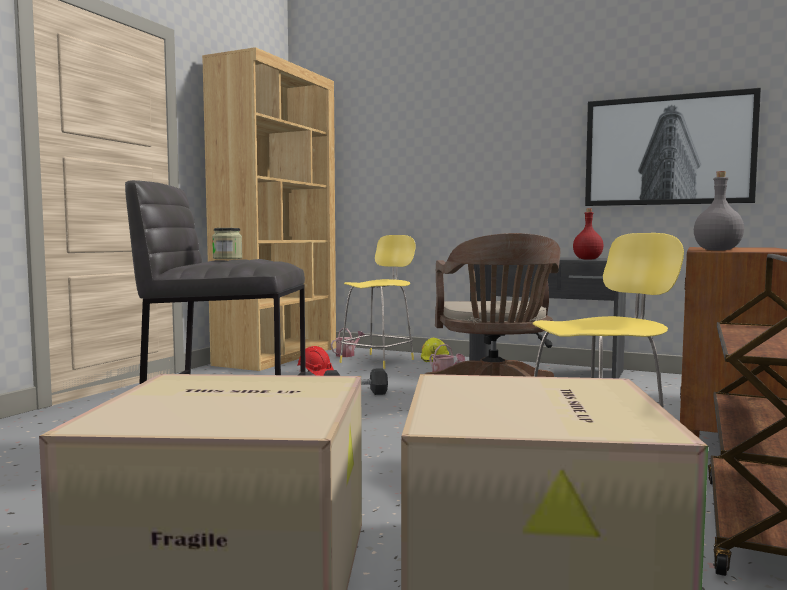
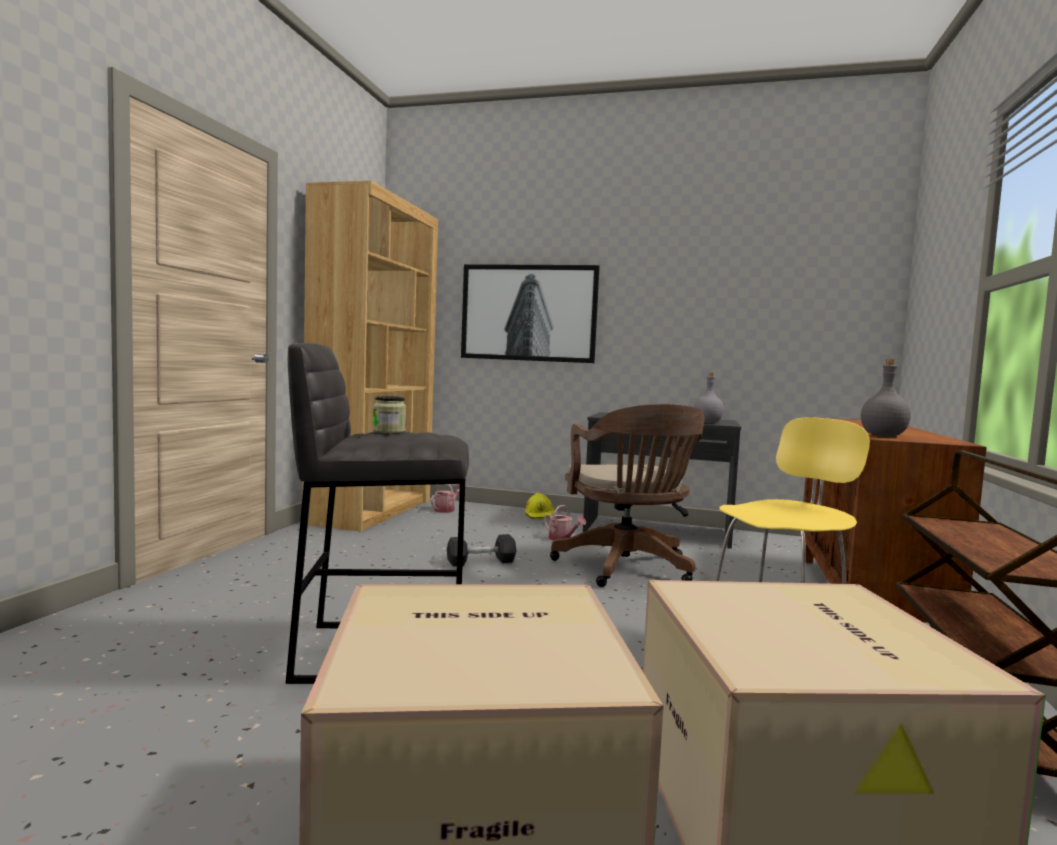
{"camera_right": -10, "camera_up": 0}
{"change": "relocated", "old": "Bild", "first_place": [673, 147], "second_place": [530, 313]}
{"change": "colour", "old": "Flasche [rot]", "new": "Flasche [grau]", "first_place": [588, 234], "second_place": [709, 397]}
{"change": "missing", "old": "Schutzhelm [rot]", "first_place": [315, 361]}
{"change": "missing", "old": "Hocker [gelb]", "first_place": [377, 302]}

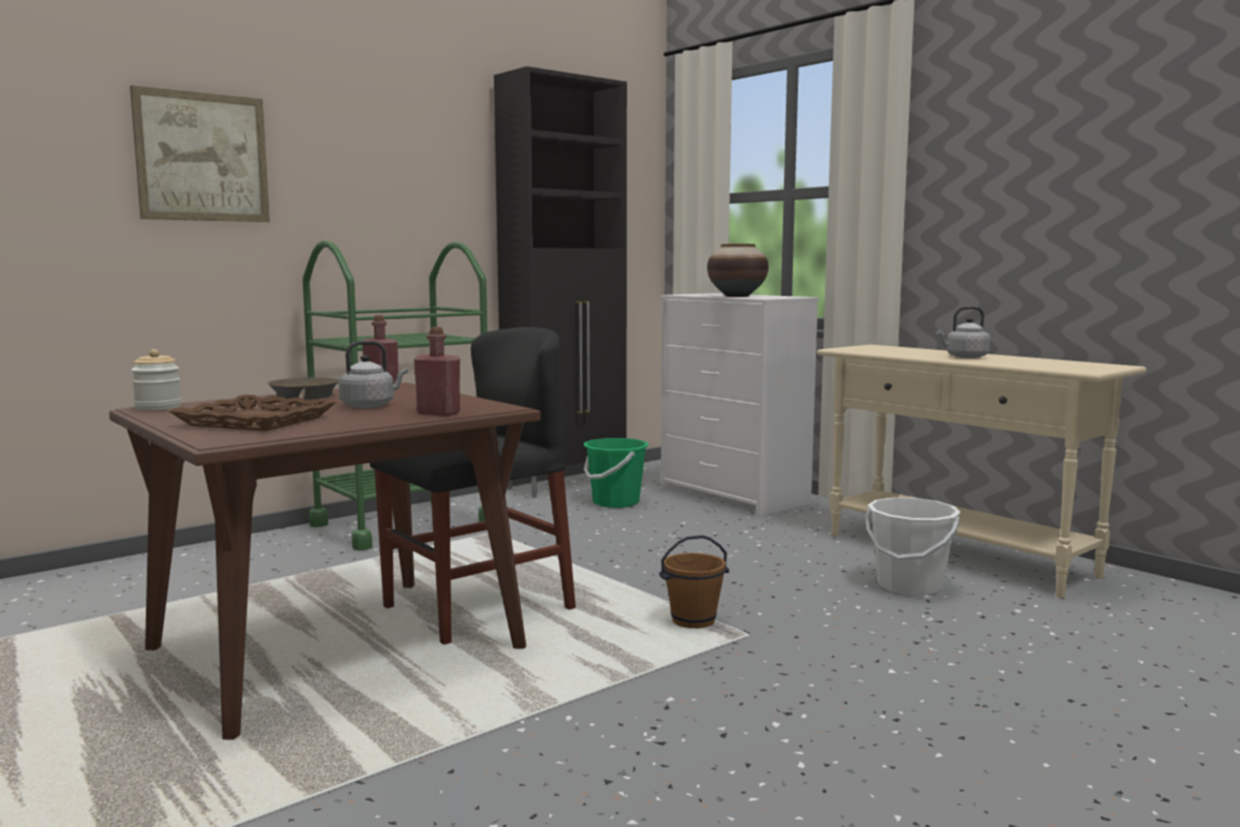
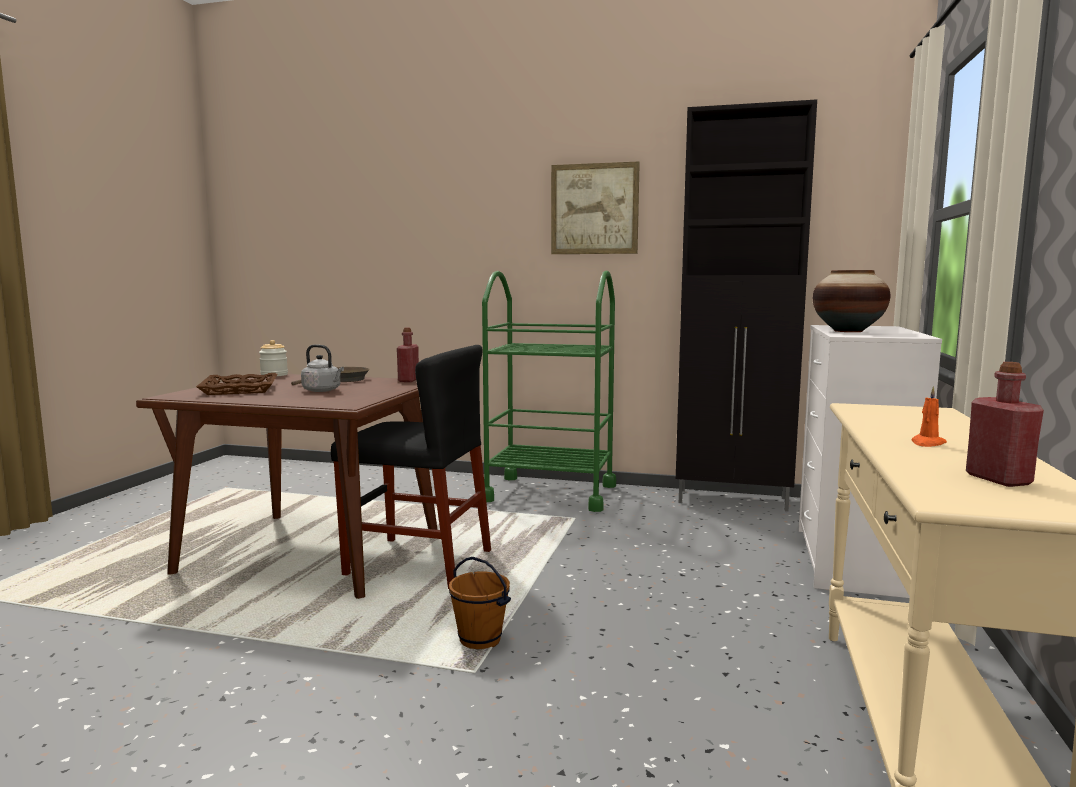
{"camera_right": 55, "camera_up": 0}
{"change": "relocated", "old": "Bild", "first_place": [200, 153], "second_place": [595, 207]}
{"change": "exchanged", "old": "Wasserkessel [grau]", "new": "Kerze [orange]", "first_place": [963, 332], "second_place": [929, 416]}
{"change": "relocated", "old": "Flasche [rot]", "first_place": [437, 371], "second_place": [1005, 424]}
{"change": "missing", "old": "Eimer [grün]", "first_place": [616, 473]}
{"change": "missing", "old": "Eimer [weiß]", "first_place": [913, 546]}

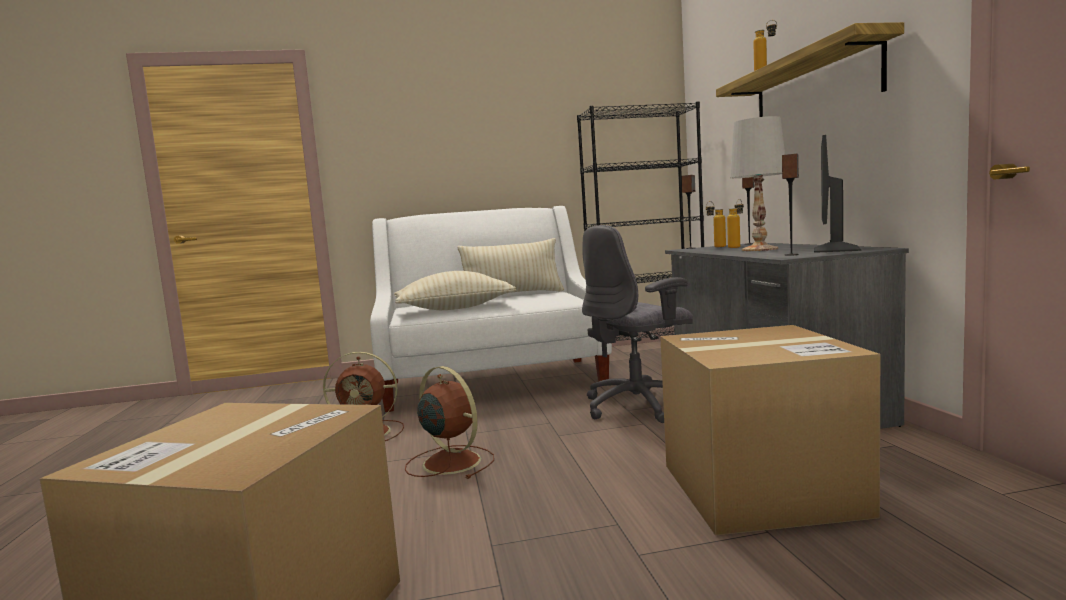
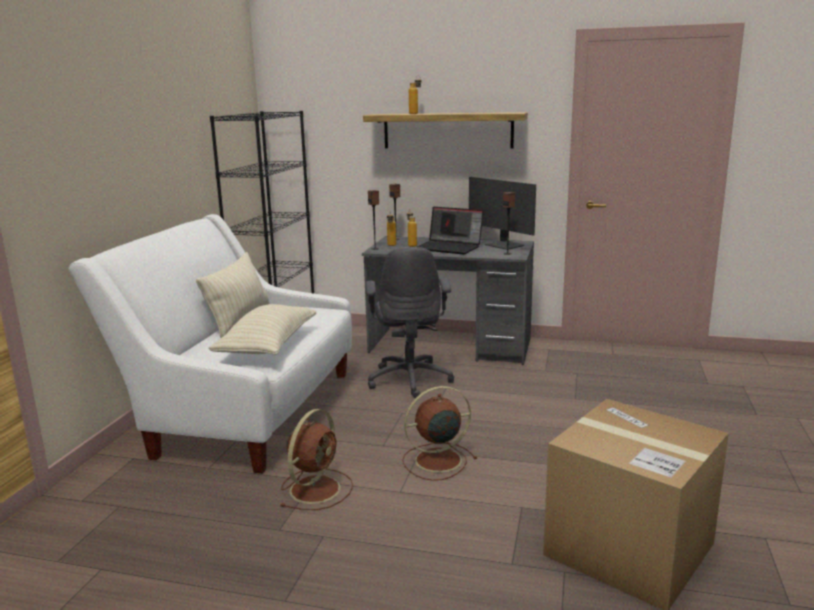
{"camera_right": -65, "camera_up": 10}
{"change": "exchanged", "old": "Tischlampe [weiß]", "new": "Laptop", "first_place": [757, 183], "second_place": [449, 230]}
{"change": "missing", "old": "Karton", "first_place": [770, 430]}

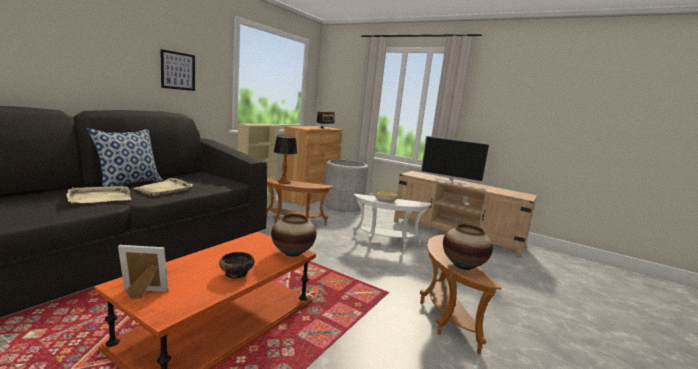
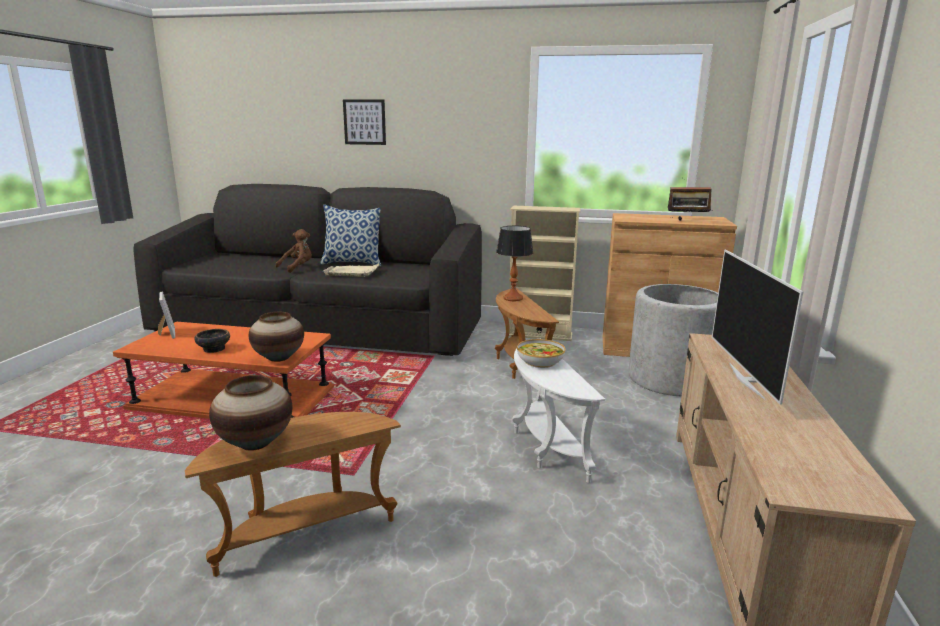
{"camera_right": 70, "camera_up": 5}
{"change": "exchanged", "old": "Tablett [beige]", "new": "Plüschtier [braun]", "first_place": [98, 194], "second_place": [294, 251]}
{"change": "relocated", "old": "Bild", "first_place": [177, 70], "second_place": [364, 122]}

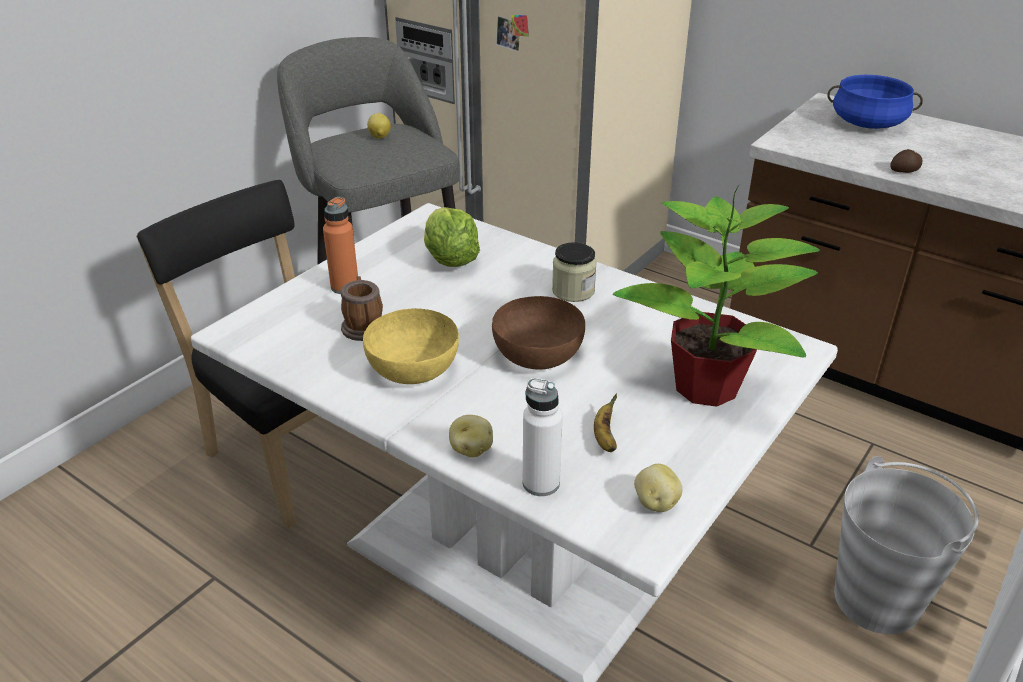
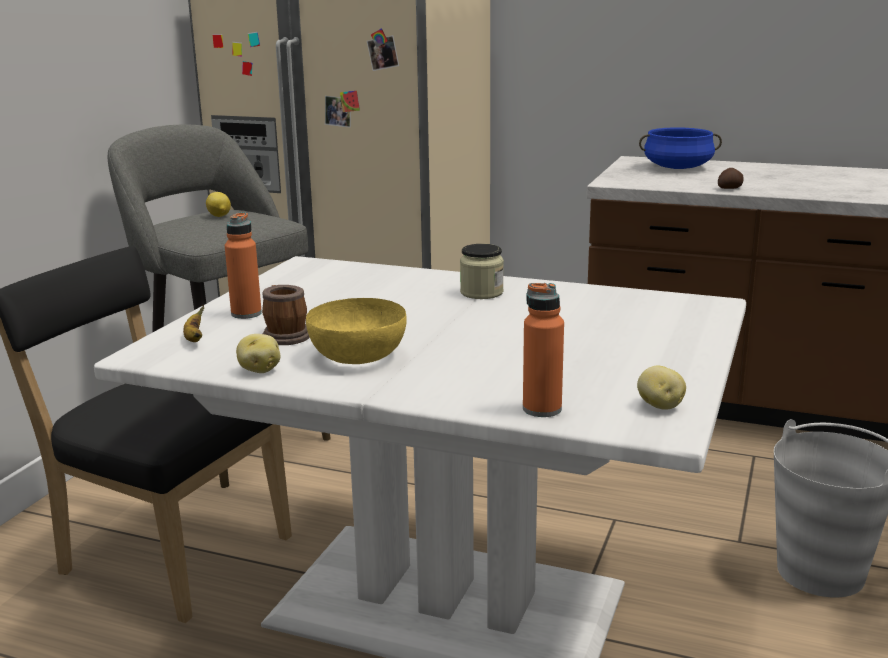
{"camera_right": -15, "camera_up": -15}
{"change": "relocated", "old": "Banane", "first_place": [605, 423], "second_place": [193, 323]}
{"change": "relocated", "old": "Kartoffel", "first_place": [471, 436], "second_place": [258, 353]}
{"change": "colour", "old": "Flasche [weiß]", "new": "Flasche [orange]", "first_place": [542, 437], "second_place": [543, 350]}
{"change": "missing", "old": "Salatkopf", "first_place": [452, 237]}
{"change": "missing", "old": "Schüssel [braun]", "first_place": [538, 333]}
{"change": "missing", "old": "Topfpflanze", "first_place": [716, 295]}

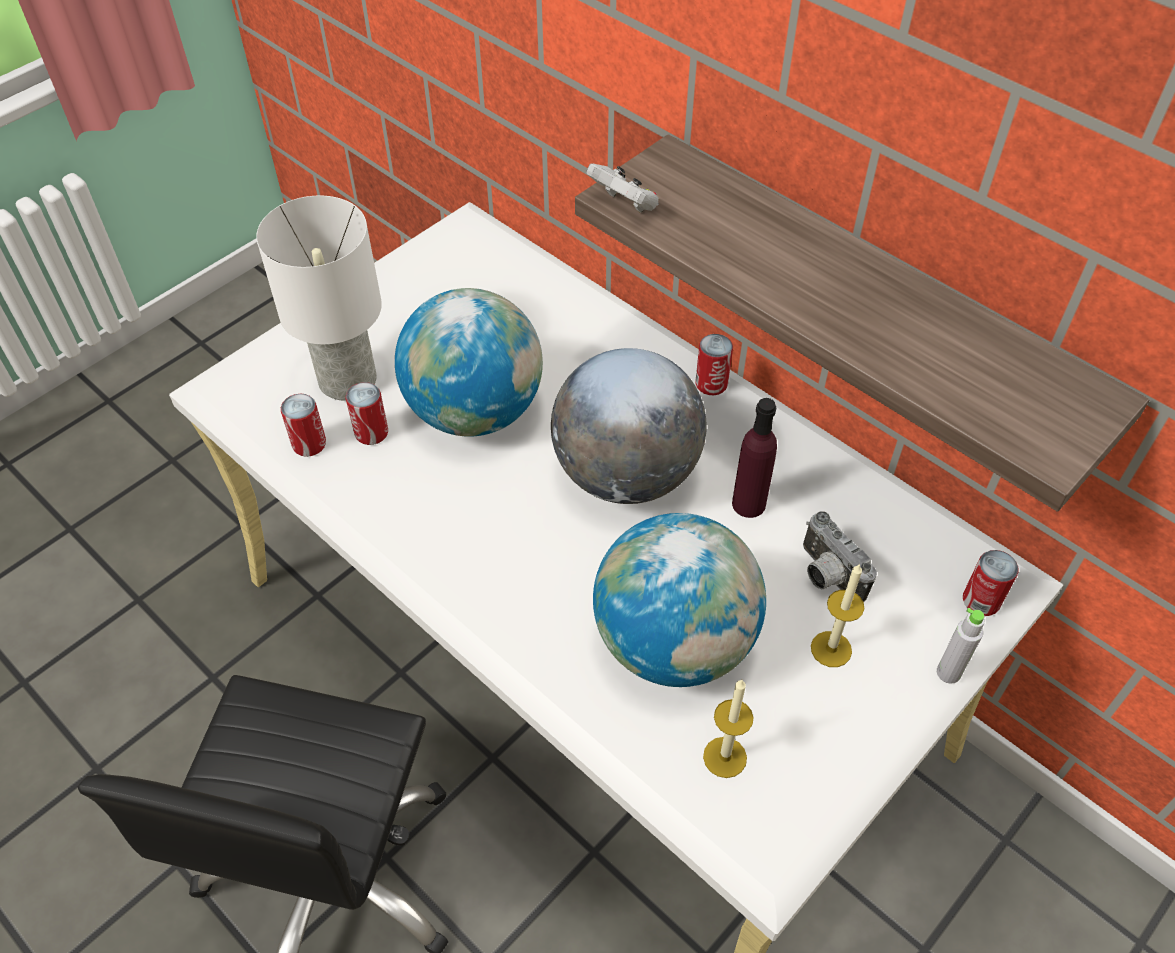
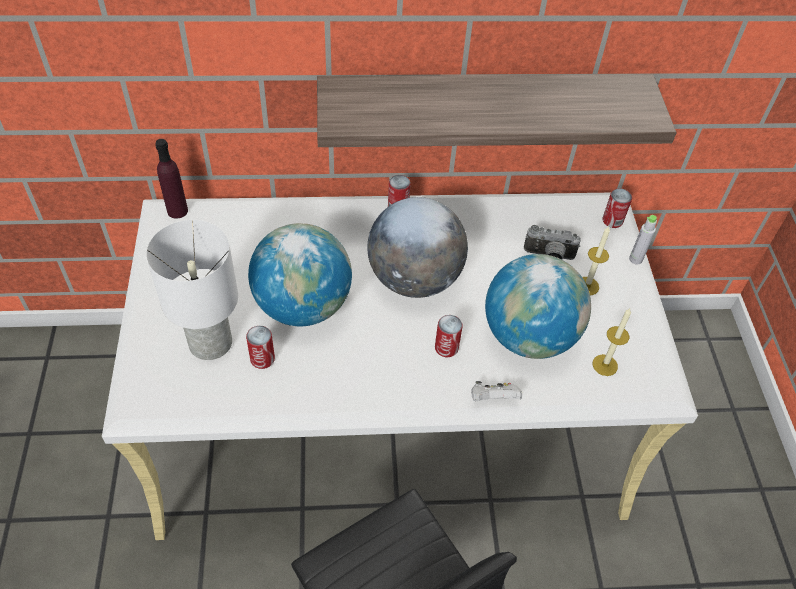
{"camera_right": -50, "camera_up": 0}
{"change": "relocated", "old": "Flasche [lila]", "first_place": [754, 458], "second_place": [171, 179]}
{"change": "relocated", "old": "Dose", "first_place": [303, 425], "second_place": [449, 336]}
{"change": "relocated", "old": "Gamepad [weiß]", "first_place": [622, 188], "second_place": [496, 391]}

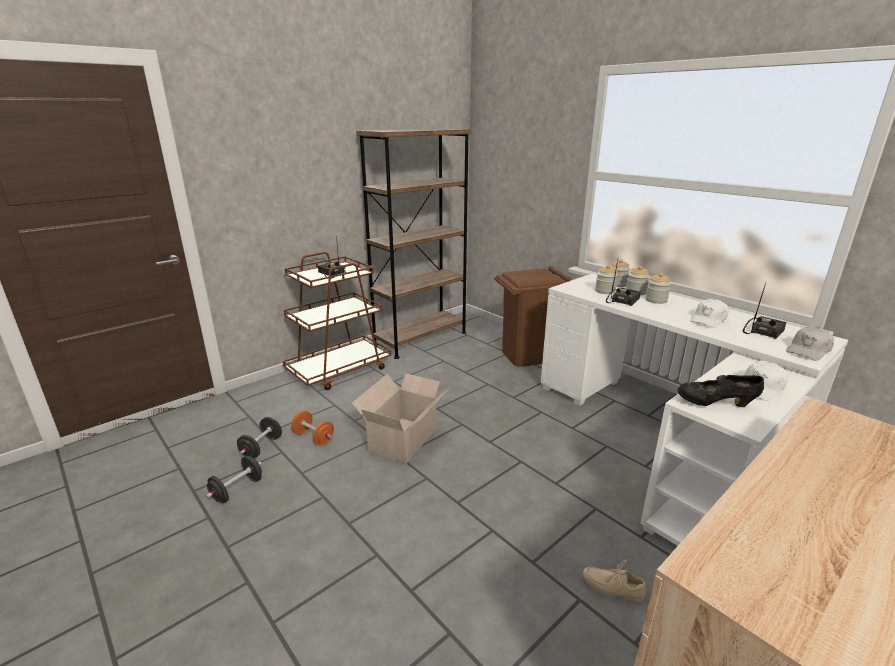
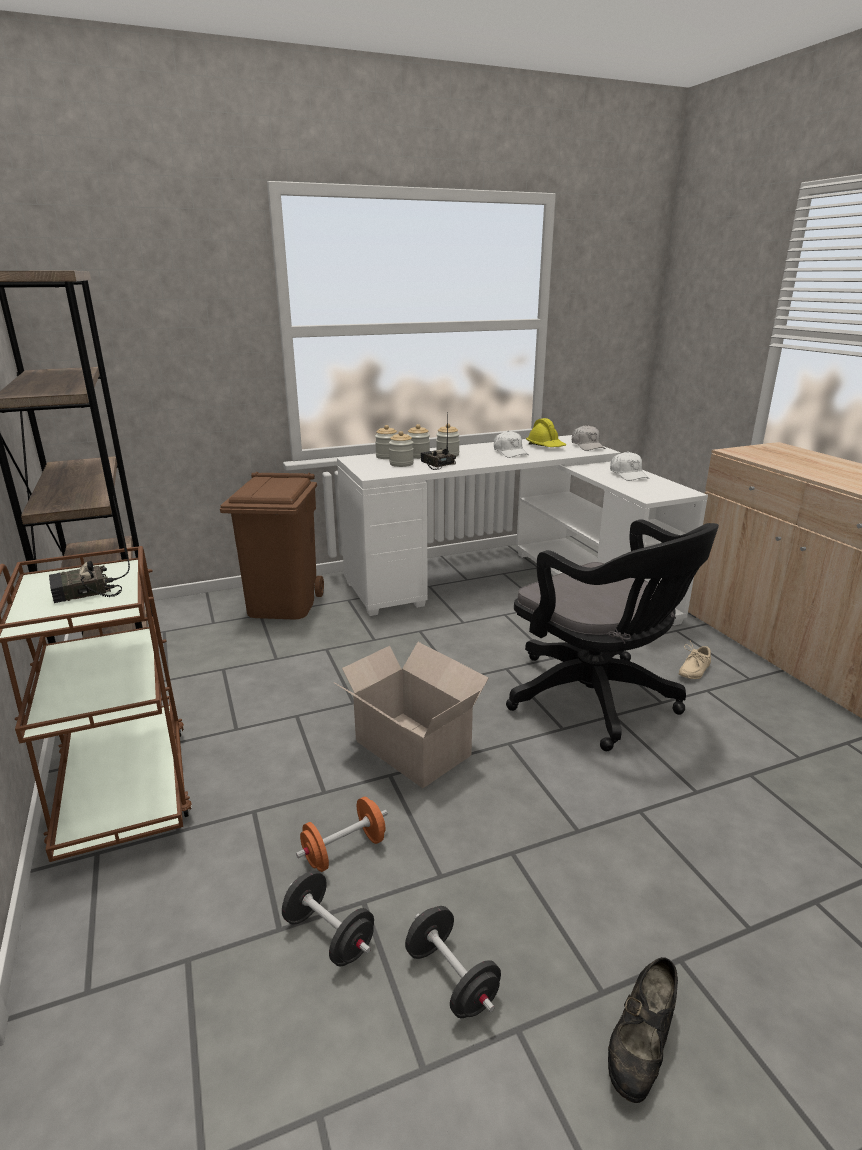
{"camera_right": -70, "camera_up": 0}
{"change": "appeared", "new": "Bürostuhl [schwarz]", "second_place": [612, 635]}
{"change": "exchanged", "old": "Radio", "new": "Schutzhelm [gelb]", "first_place": [765, 311], "second_place": [546, 432]}
{"change": "relocated", "old": "Schuh [schwarz]", "first_place": [720, 391], "second_place": [643, 1030]}

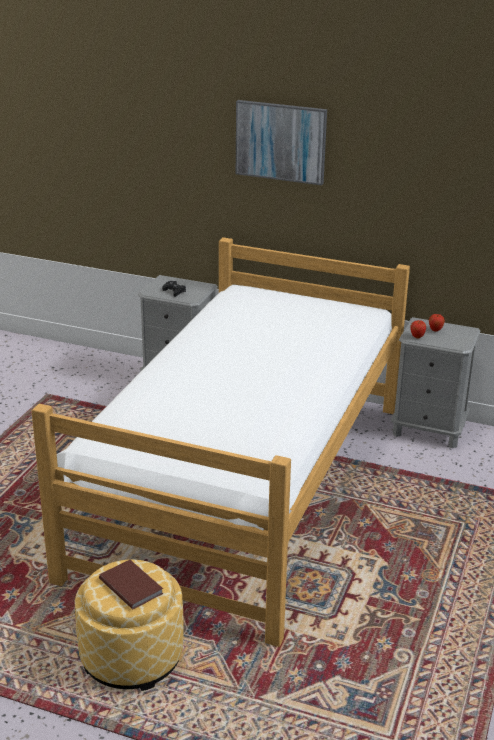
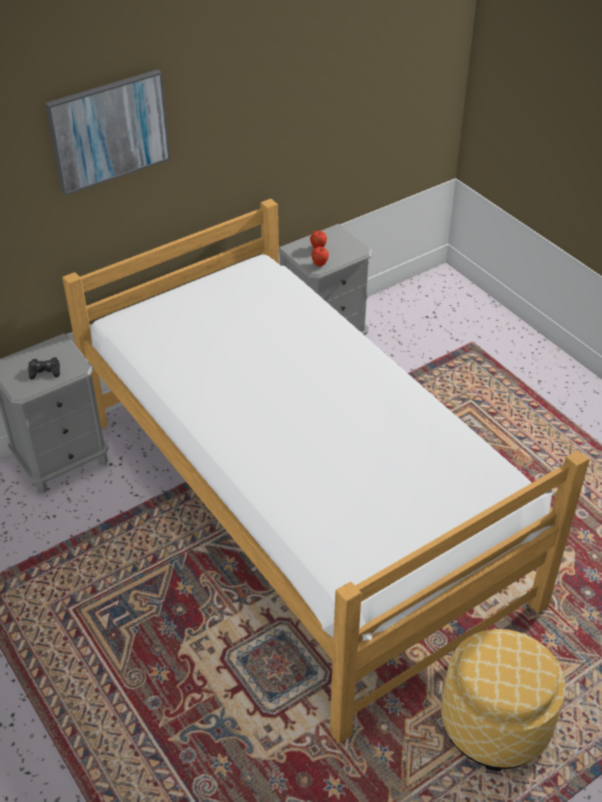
{"camera_right": -55, "camera_up": 15}
{"change": "missing", "old": "Buch [braun]", "first_place": [131, 584]}

